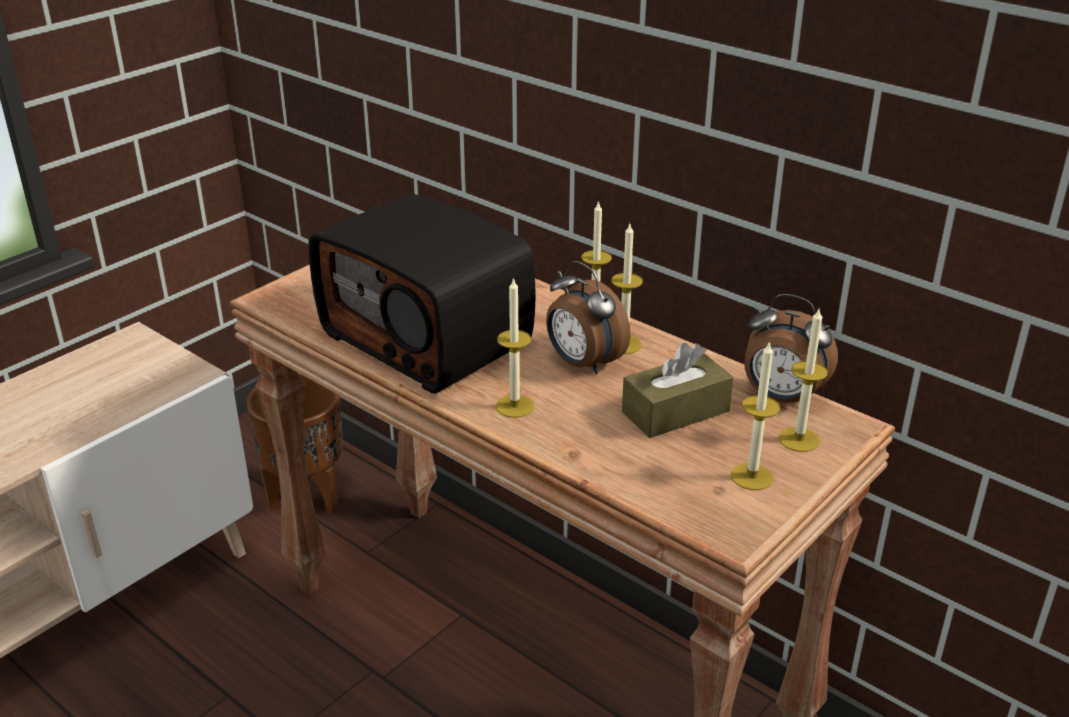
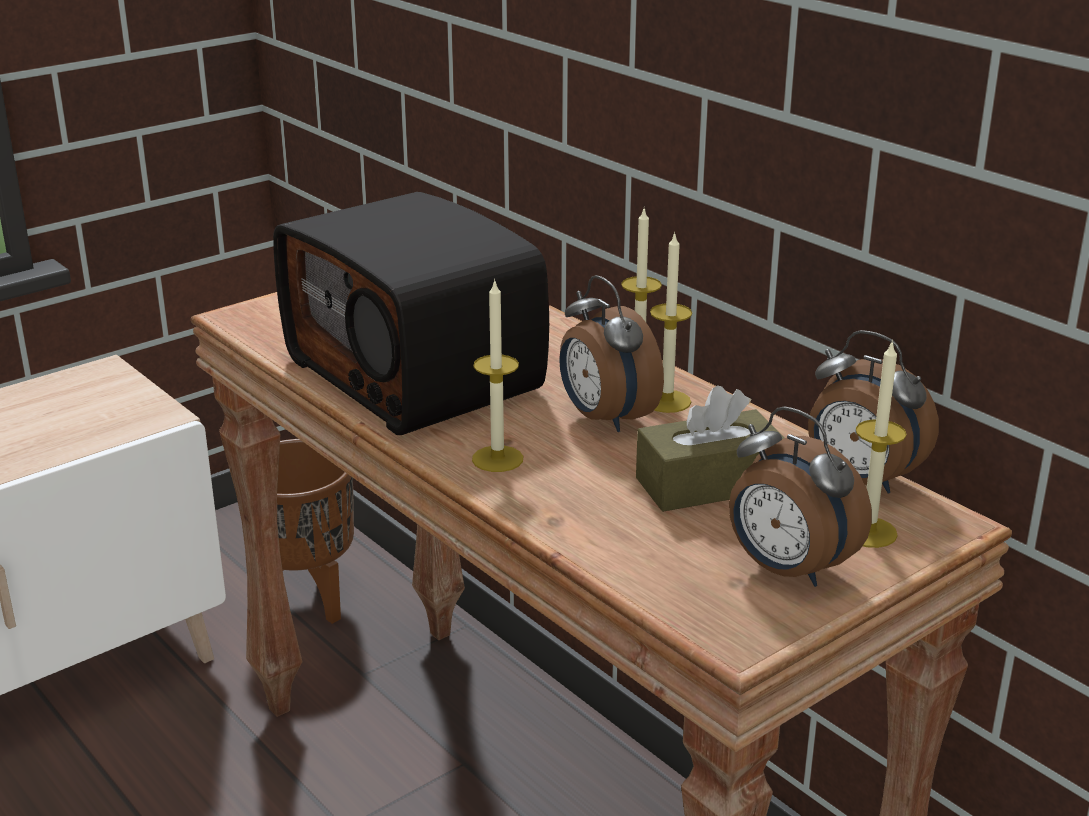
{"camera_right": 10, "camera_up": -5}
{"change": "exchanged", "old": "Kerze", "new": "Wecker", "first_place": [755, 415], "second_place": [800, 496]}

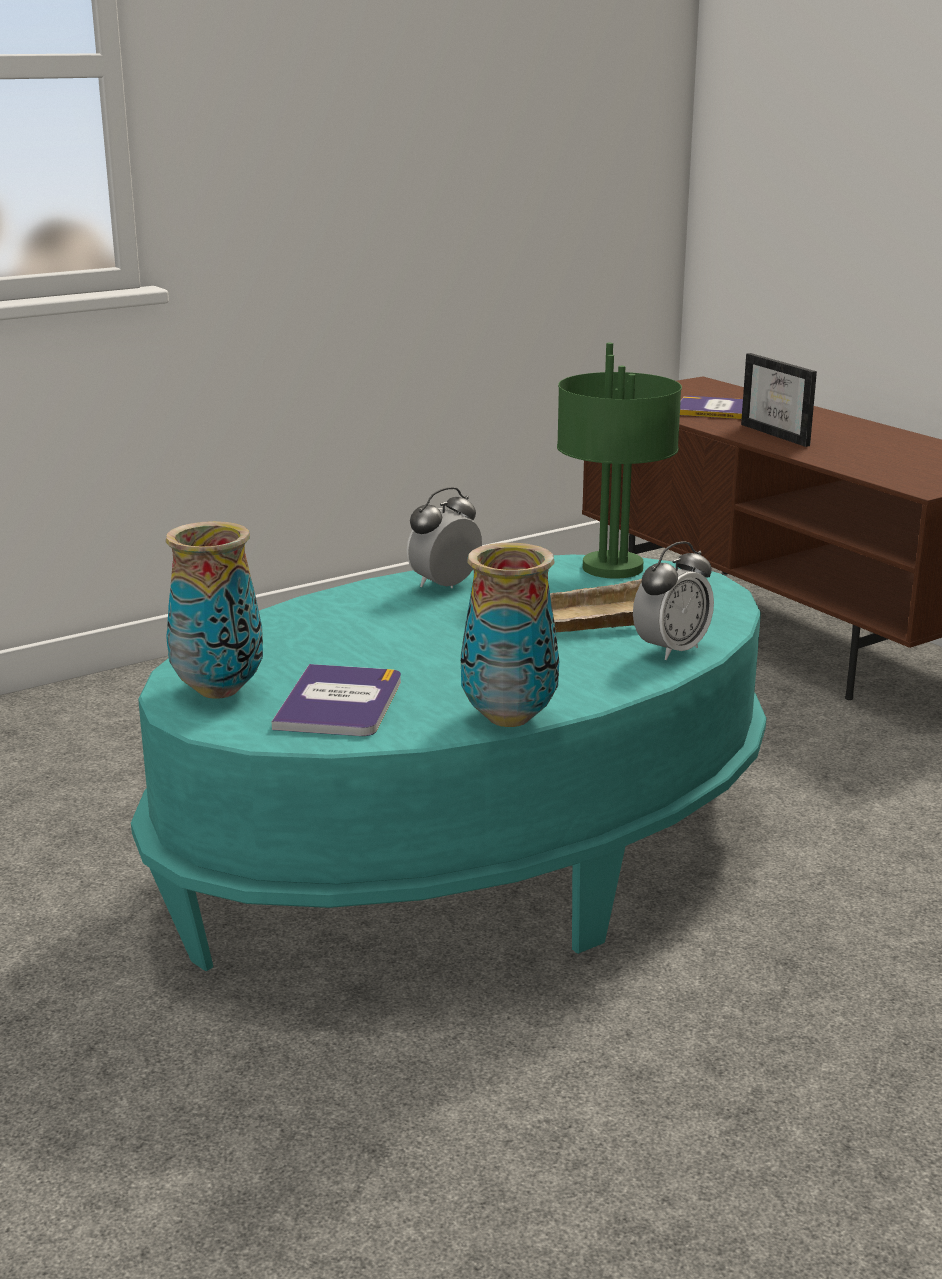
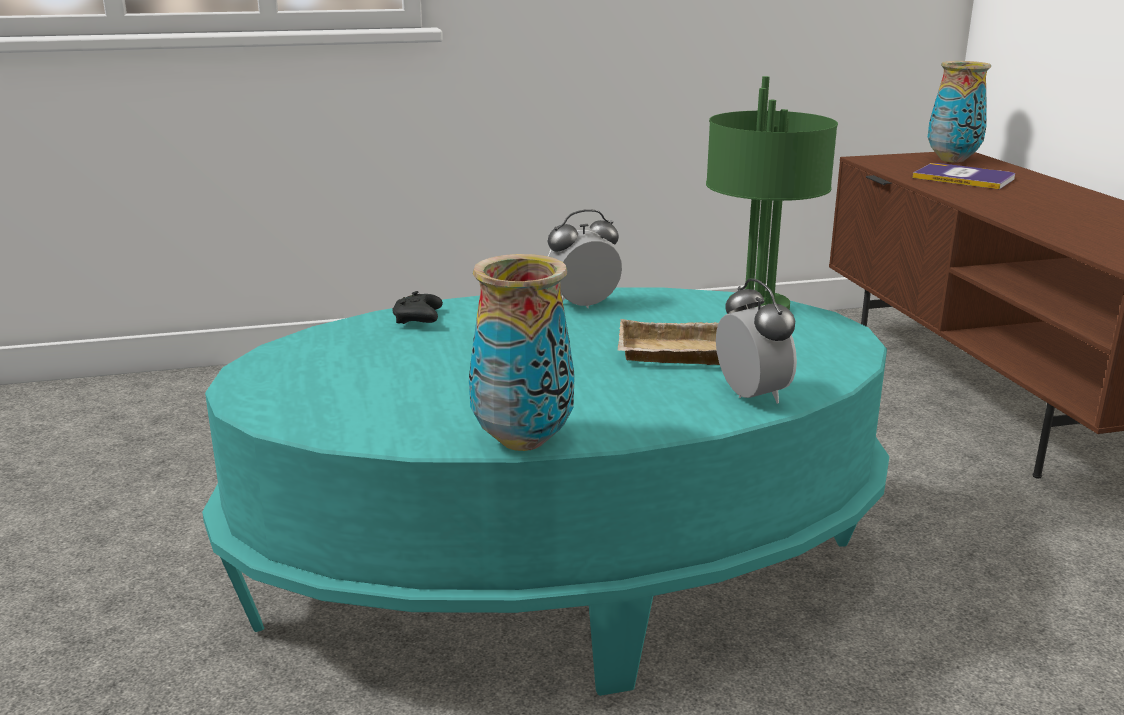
{"camera_right": 20, "camera_up": 0}
{"change": "appeared", "new": "Gamepad [schwarz]", "second_place": [417, 307]}
{"change": "spun", "old": "Wecker", "first_place": [673, 600], "second_place": [756, 341], "degrees": -90}
{"change": "relocated", "old": "Vase", "first_place": [214, 610], "second_place": [959, 112]}
{"change": "missing", "old": "Buch", "first_place": [336, 700]}
{"change": "missing", "old": "Bilderrahmen", "first_place": [779, 400]}

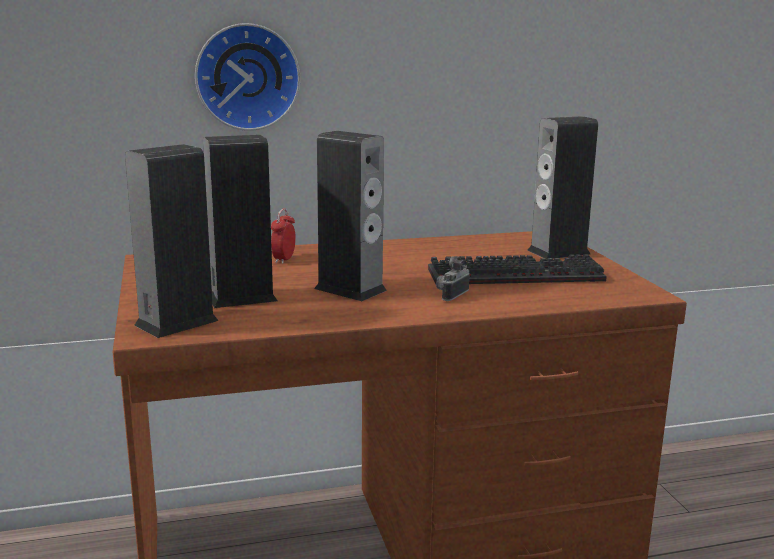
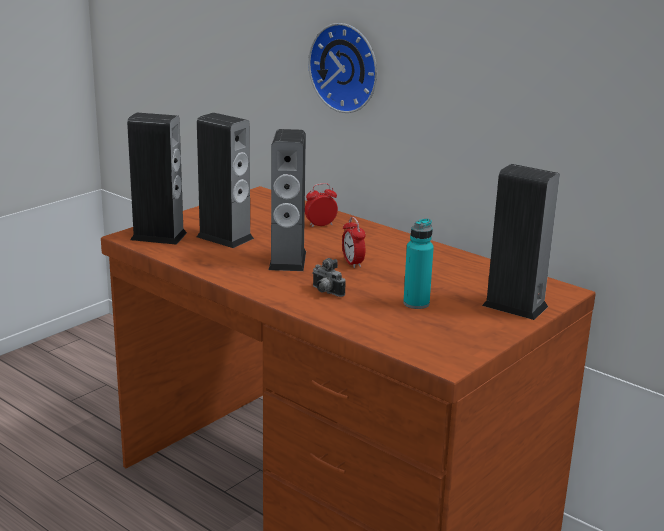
{"camera_right": 55, "camera_up": 5}
{"change": "spun", "old": "Kamera", "first_place": [453, 278], "second_place": [329, 277], "degrees": -135}
{"change": "appeared", "new": "Wecker", "second_place": [354, 242]}
{"change": "exchanged", "old": "Tastatur", "new": "Flasche [türkis]", "first_place": [517, 269], "second_place": [418, 263]}

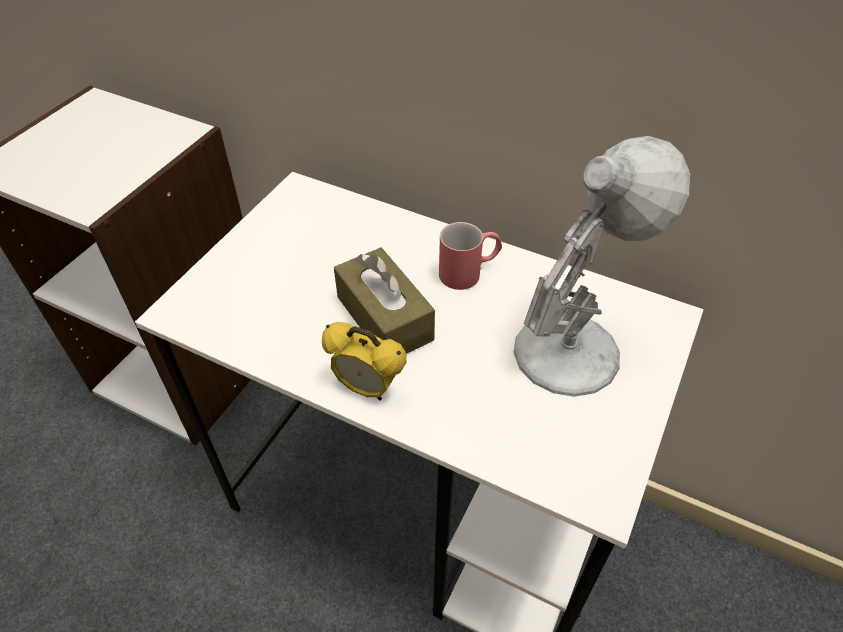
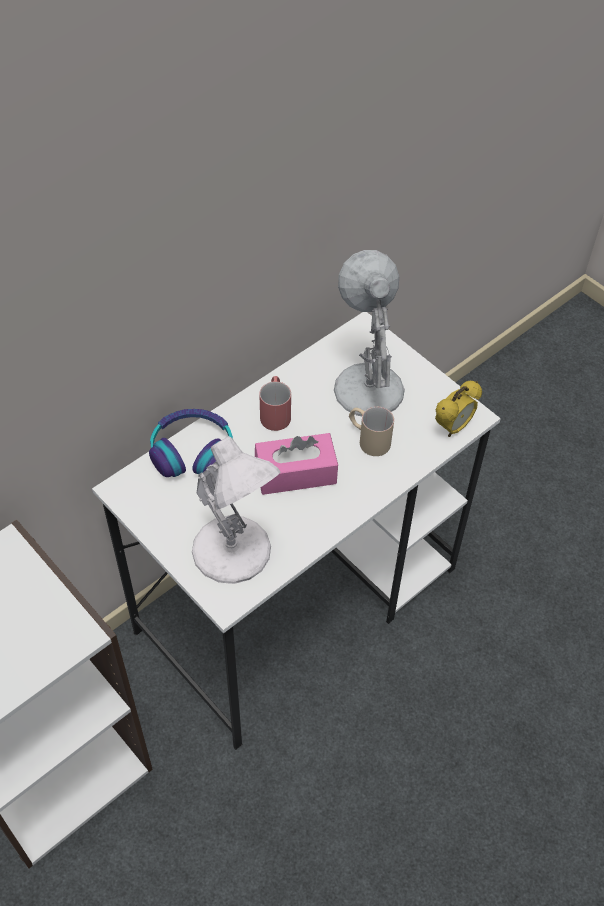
{"camera_right": -70, "camera_up": 5}
{"change": "appeared", "new": "Kopfhörer", "second_place": [191, 443]}
{"change": "appeared", "new": "Tischlampe [weiß]", "second_place": [236, 510]}
{"change": "colour", "old": "Taschentuchbox [braun]", "new": "Taschentuchbox [rosa]", "first_place": [384, 300], "second_place": [296, 464]}
{"change": "appeared", "new": "Henkelbecher [beige]", "second_place": [371, 431]}
{"change": "relocated", "old": "Wecker", "first_place": [364, 361], "second_place": [458, 409]}

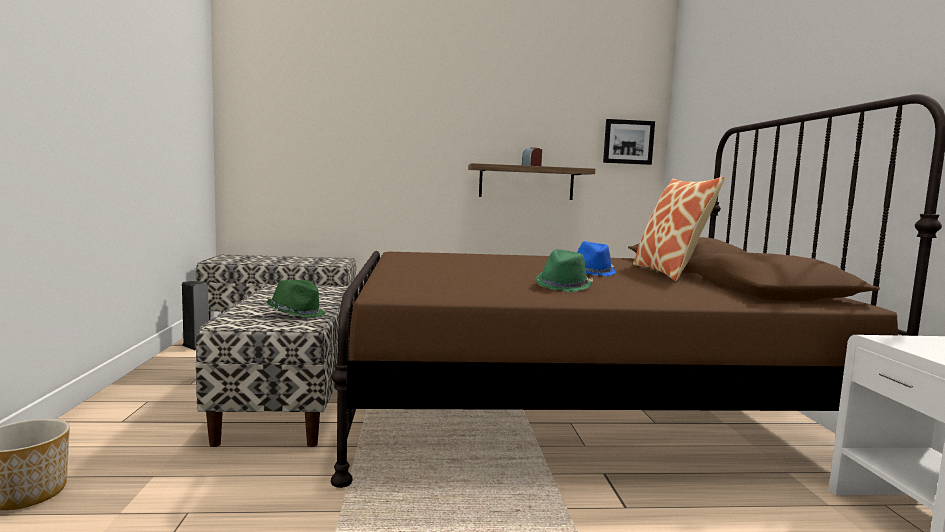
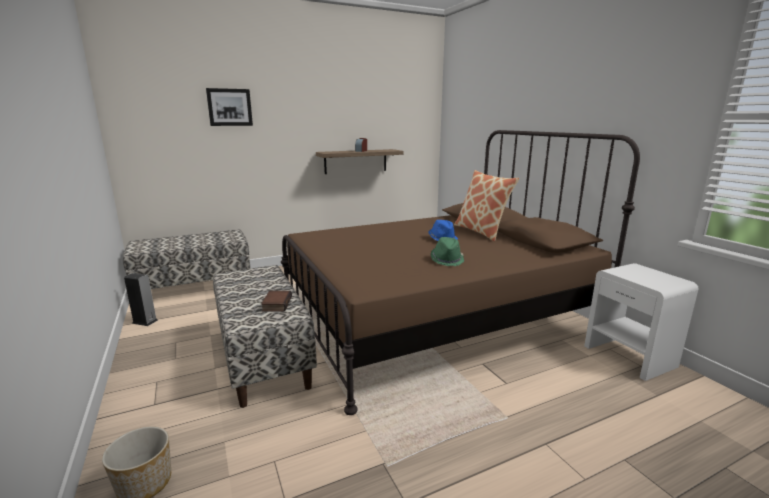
{"camera_right": -20, "camera_up": 10}
{"change": "relocated", "old": "Bild", "first_place": [629, 142], "second_place": [229, 107]}
{"change": "exchanged", "old": "Hut [grün]", "new": "Buch", "first_place": [296, 299], "second_place": [276, 301]}

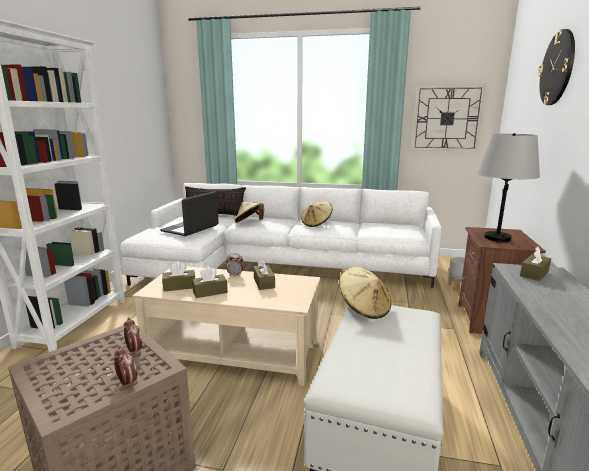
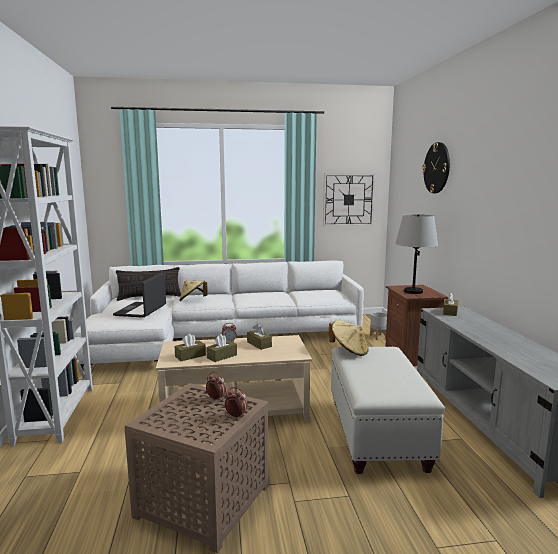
{"camera_right": -20, "camera_up": -5}
{"change": "missing", "old": "Hut [beige]", "first_place": [317, 214]}

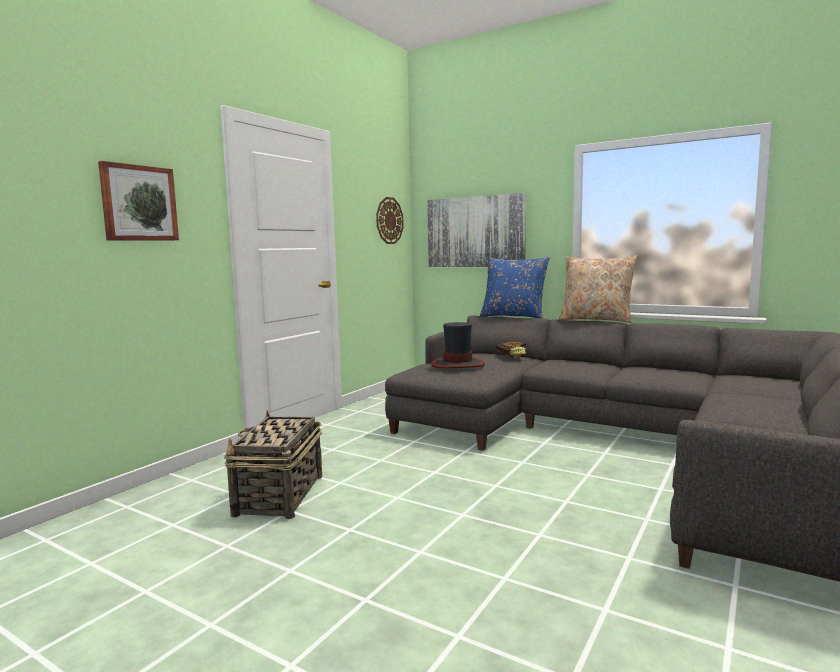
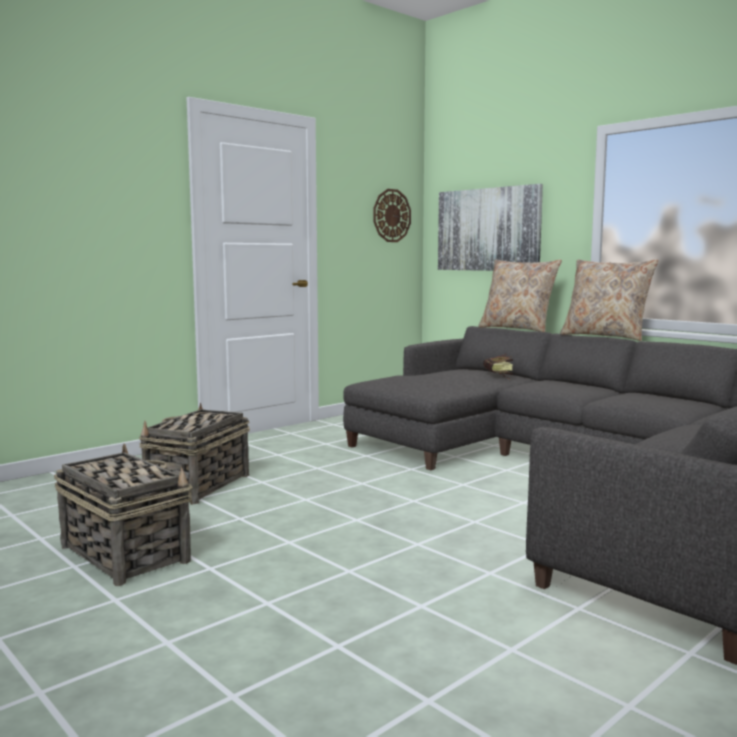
{"camera_right": 15, "camera_up": 0}
{"change": "appeared", "new": "Korb", "second_place": [123, 515]}
{"change": "colour", "old": "Kissen [blau]", "new": "Kissen [beige]", "first_place": [515, 287], "second_place": [520, 296]}
{"change": "missing", "old": "Bild", "first_place": [138, 200]}
{"change": "missing", "old": "Hut", "first_place": [458, 345]}

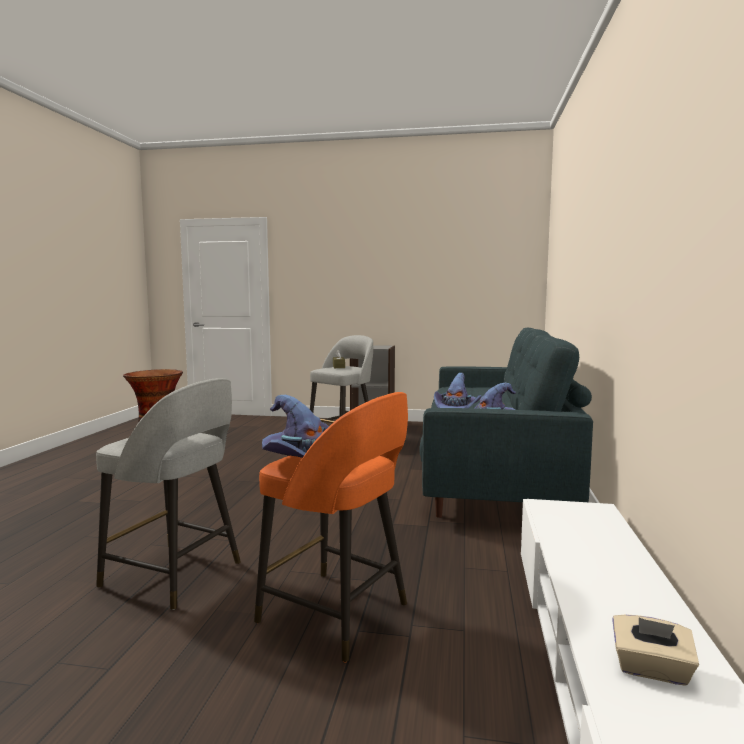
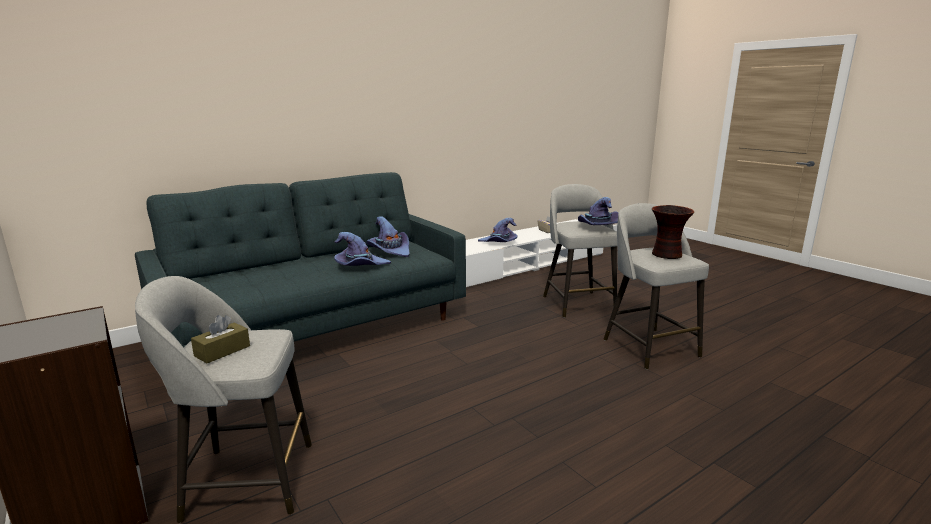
{"camera_right": -135, "camera_up": 10}
{"change": "appeared", "new": "Hut [lila]", "second_place": [497, 230]}
{"change": "colour", "old": "Hocker [orange]", "new": "Hocker [grau]", "first_place": [331, 527], "second_place": [580, 251]}

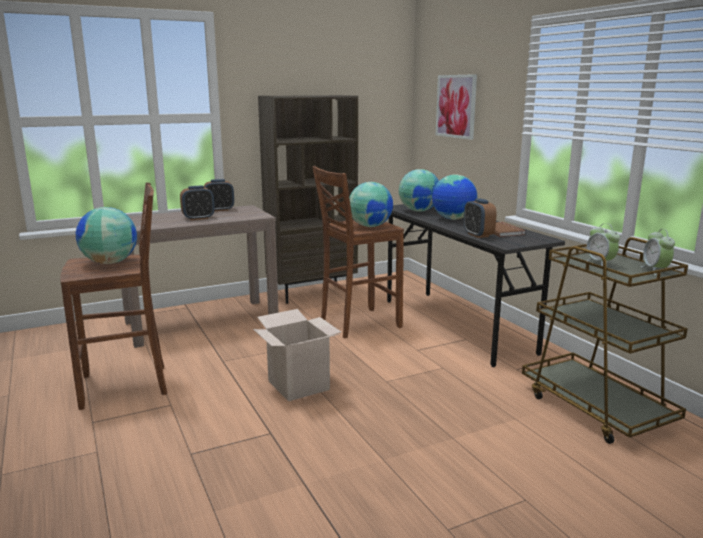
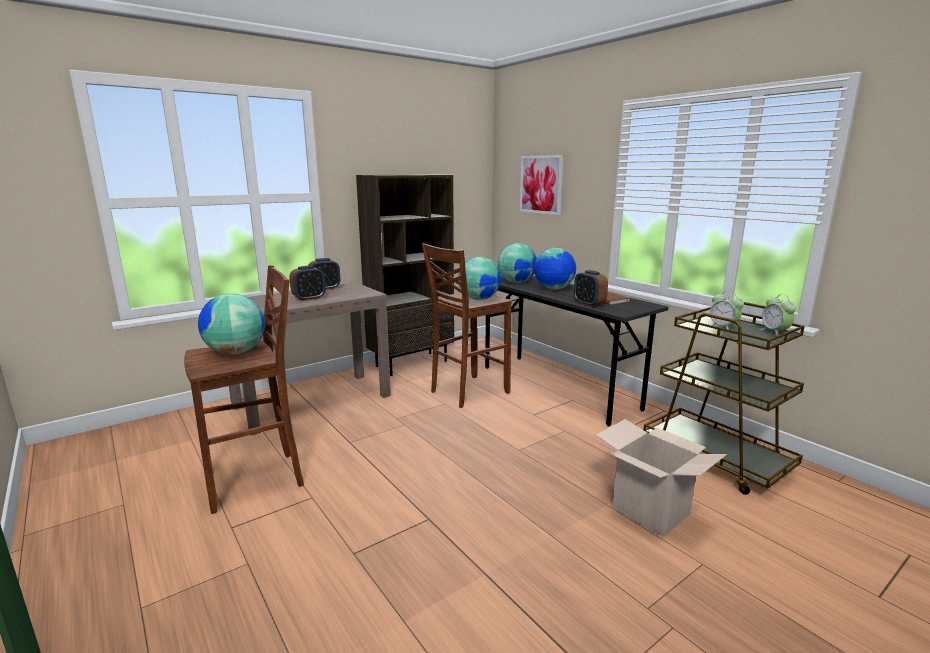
{"camera_right": -10, "camera_up": 0}
{"change": "relocated", "old": "Karton", "first_place": [297, 355], "second_place": [661, 478]}

